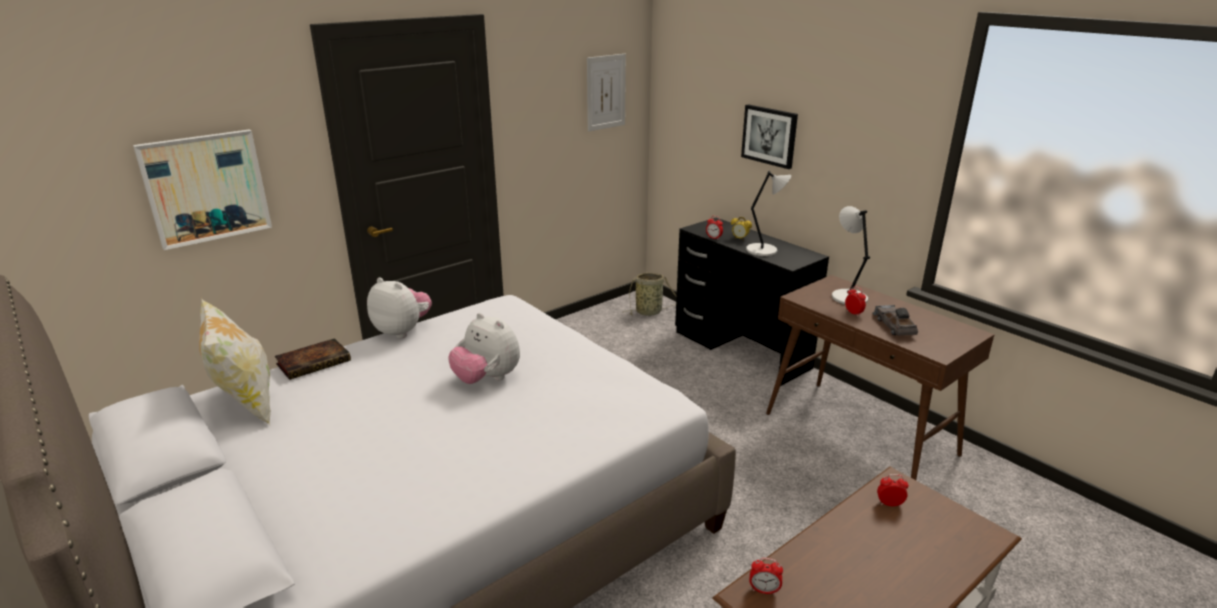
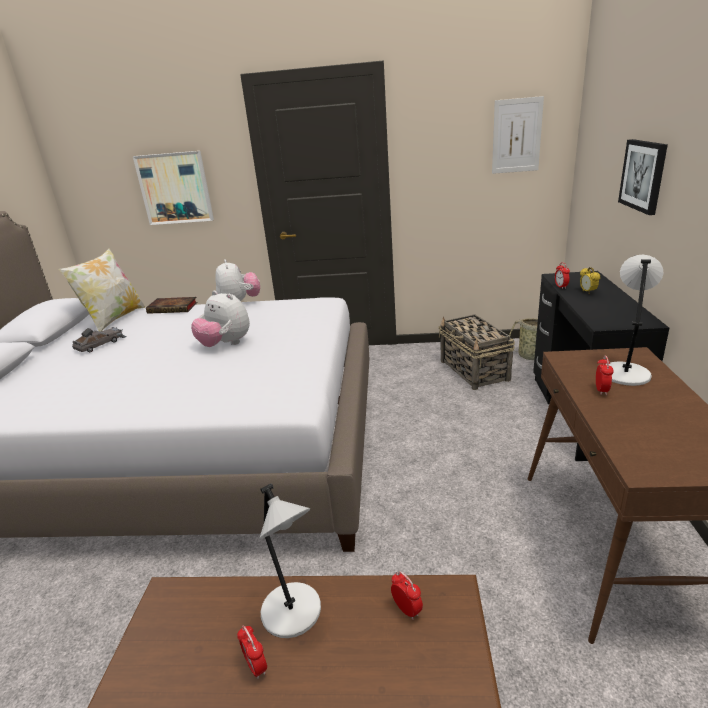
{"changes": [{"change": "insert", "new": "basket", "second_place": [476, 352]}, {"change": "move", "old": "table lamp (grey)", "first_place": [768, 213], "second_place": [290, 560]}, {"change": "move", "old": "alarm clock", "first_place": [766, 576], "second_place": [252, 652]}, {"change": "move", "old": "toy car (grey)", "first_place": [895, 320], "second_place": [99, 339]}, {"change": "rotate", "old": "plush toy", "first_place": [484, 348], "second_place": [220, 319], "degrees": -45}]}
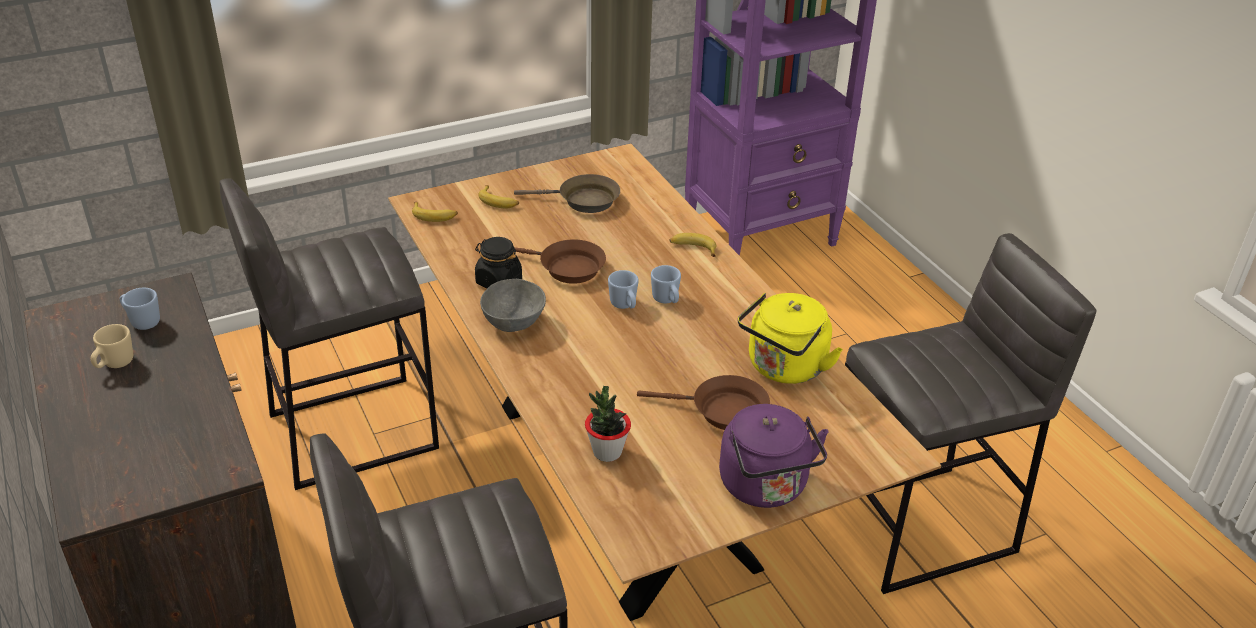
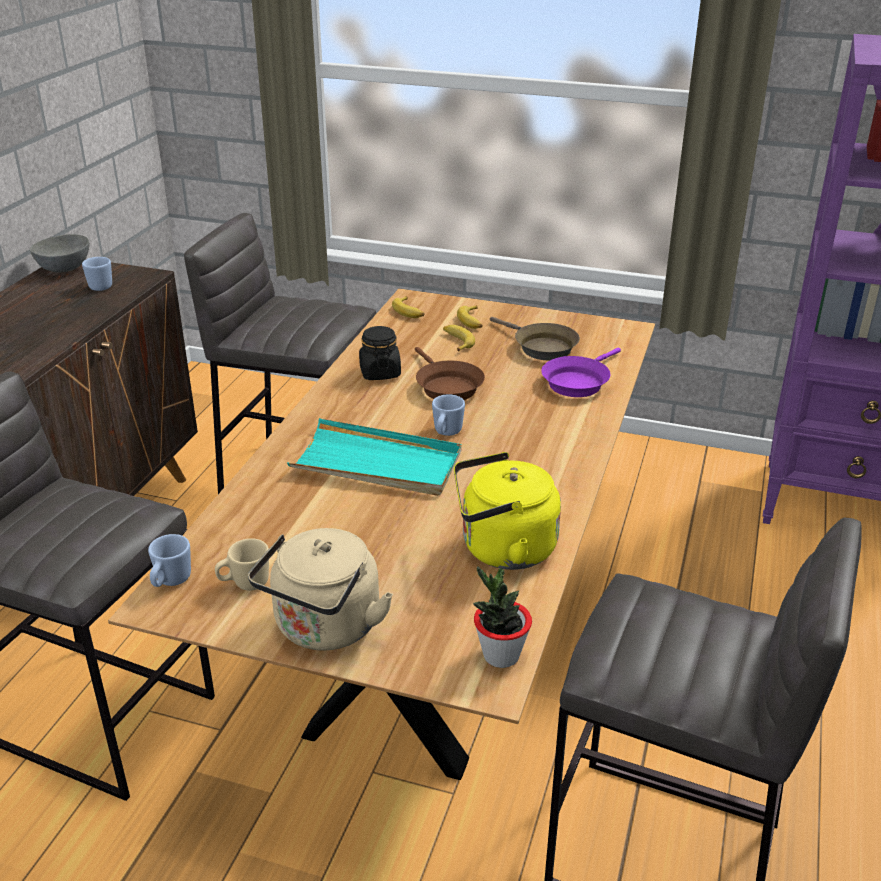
{"changes": [{"change": "delete", "old": "frying pan (brown)", "first_place": [703, 402]}, {"change": "insert", "new": "tray (turquoise)", "second_place": [374, 457]}, {"change": "insert", "new": "frying pan (purple)", "second_place": [581, 372]}, {"change": "move", "old": "mug (beige)", "first_place": [112, 346], "second_place": [242, 564]}, {"change": "move", "old": "bowl (grey)", "first_place": [513, 305], "second_place": [59, 253]}, {"change": "move", "old": "potted plant", "first_place": [608, 424], "second_place": [502, 617]}, {"change": "move", "old": "mug (blue)", "first_place": [666, 284], "second_place": [169, 560]}, {"change": "move", "old": "banana", "first_place": [692, 245], "second_place": [459, 338]}, {"change": "recolor", "old": "kettle (purple)", "new": "kettle (beige)", "first_place": [774, 456], "second_place": [320, 589]}]}
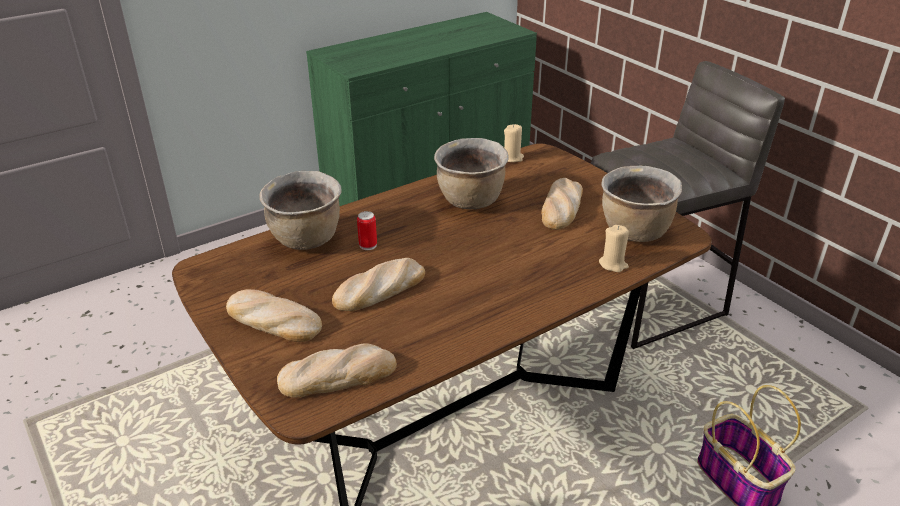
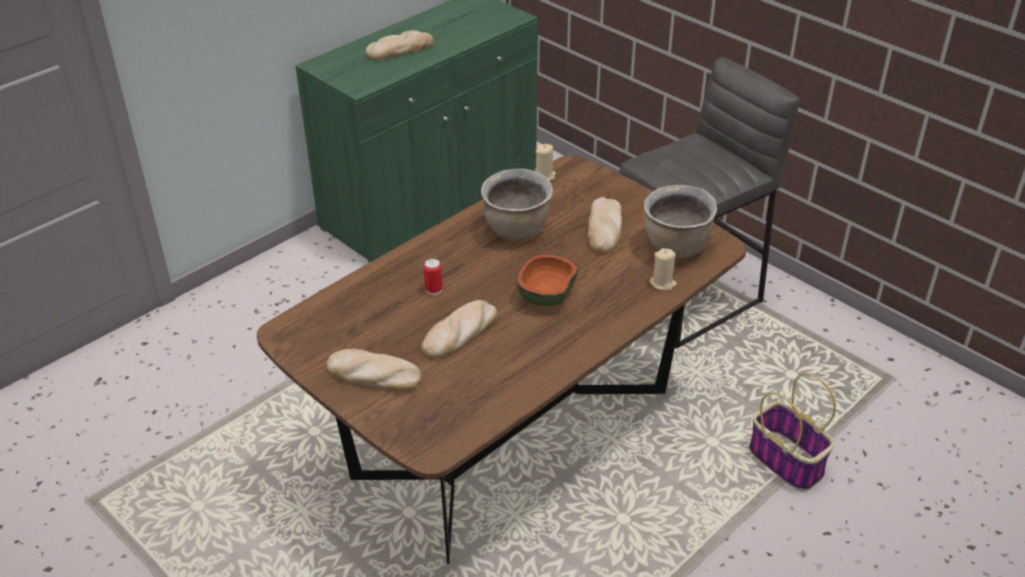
{"changes": [{"change": "delete", "old": "cooking pot (brown)", "first_place": [300, 210]}, {"change": "insert", "new": "bowl", "second_place": [547, 279]}, {"change": "move", "old": "bread", "first_place": [337, 370], "second_place": [400, 45]}]}
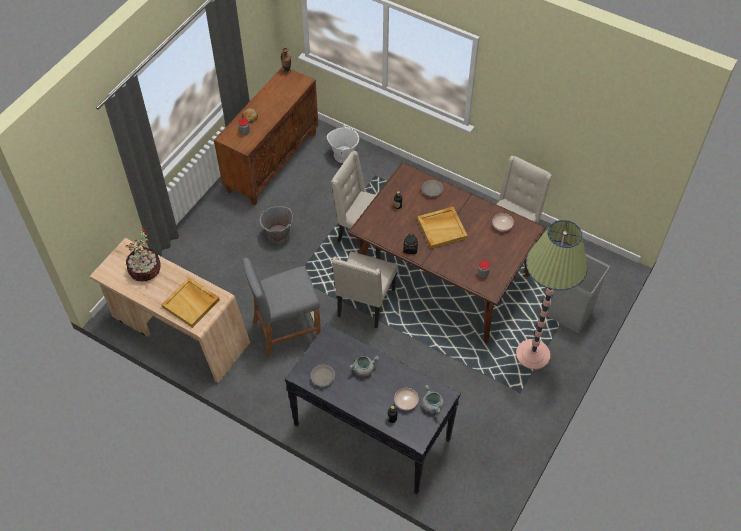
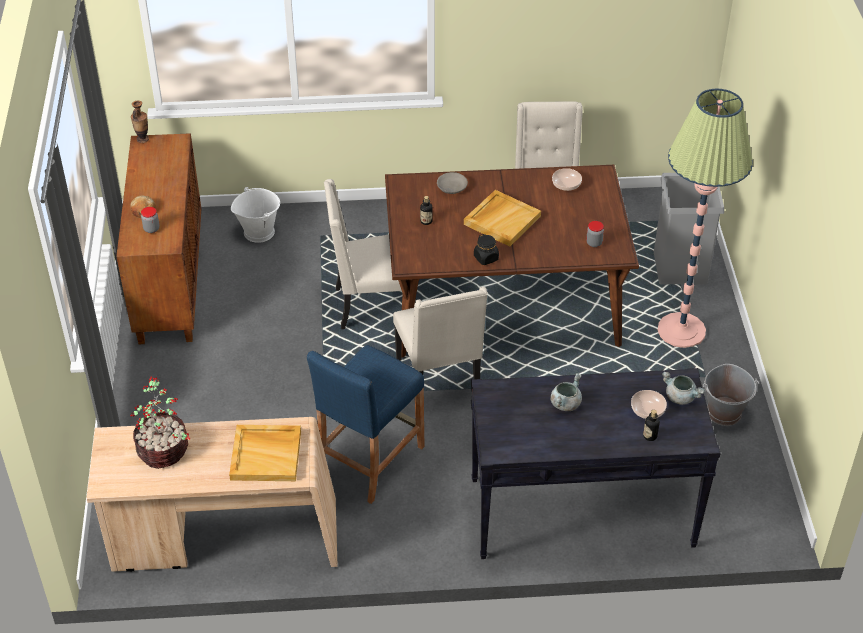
{"changes": [{"change": "delete", "old": "bowl (grey)", "first_place": [322, 375]}, {"change": "move", "old": "bucket (grey)", "first_place": [276, 225], "second_place": [731, 395]}, {"change": "recolor", "old": "stool (grey)", "new": "stool (blue)", "first_place": [281, 307], "second_place": [365, 424]}]}
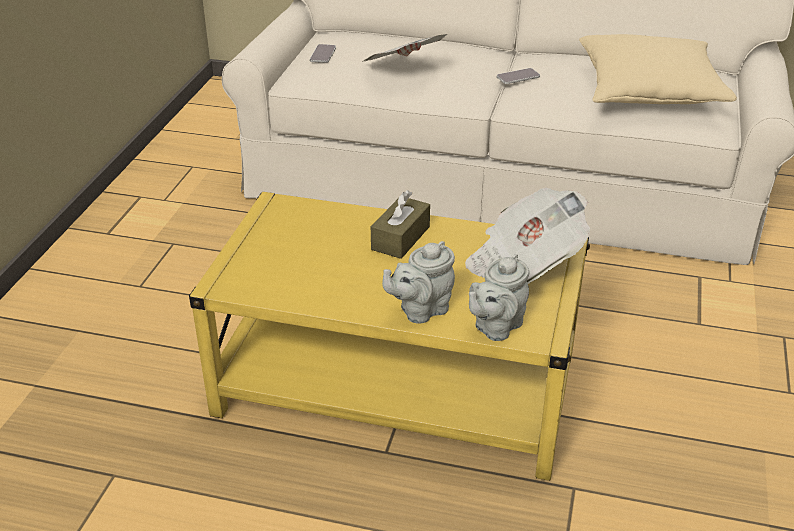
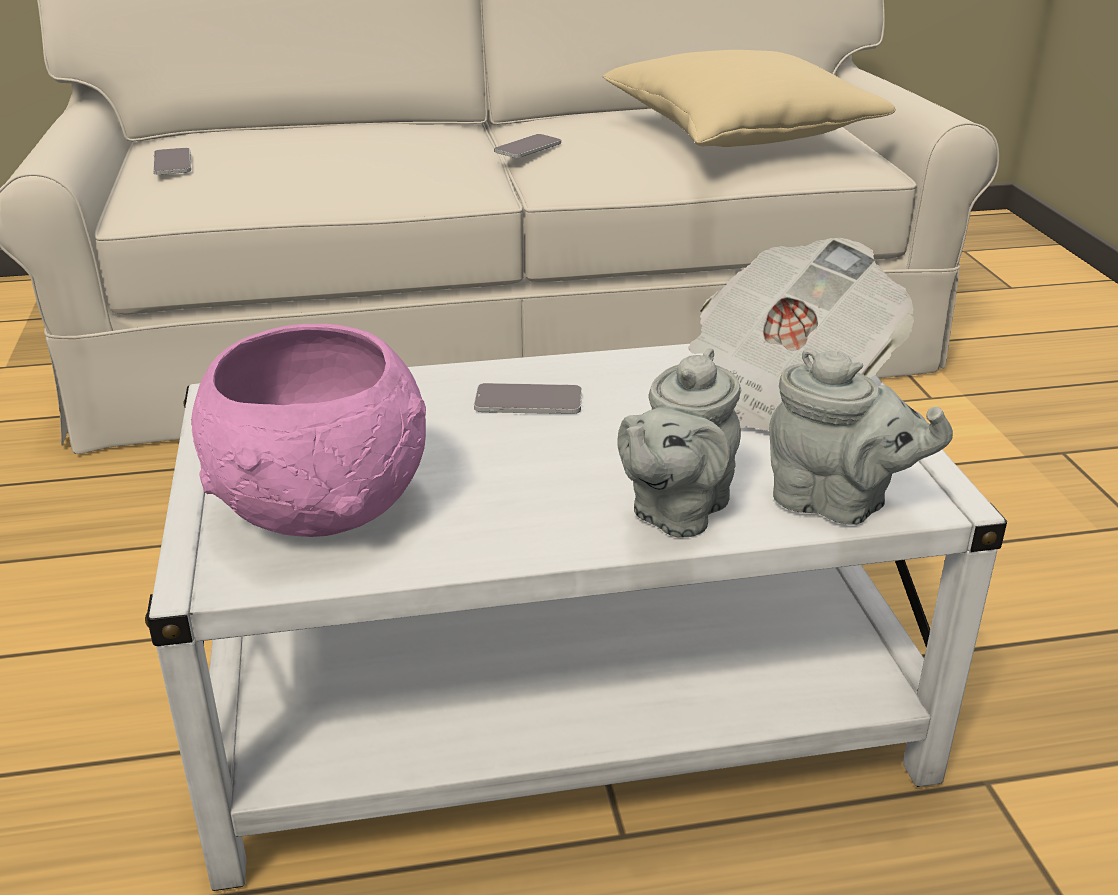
{"changes": [{"change": "delete", "old": "newspaper", "first_place": [404, 48]}, {"change": "insert", "new": "bowl (pink)", "second_place": [308, 430]}, {"change": "replace", "old": "tissue box (brown)", "new": "phone", "first_place": [400, 224], "second_place": [528, 398]}, {"change": "recolor", "old": "coffee table (yellow)", "new": "coffee table (white)", "first_place": [389, 336], "second_place": [576, 617]}, {"change": "rotate", "old": "teapot (grey)", "first_place": [499, 297], "second_place": [861, 436], "degrees": -75}]}
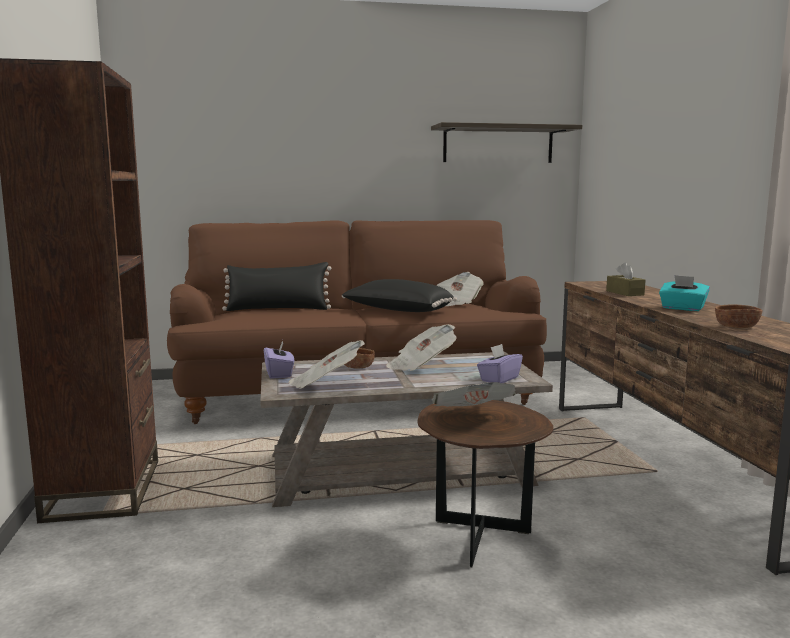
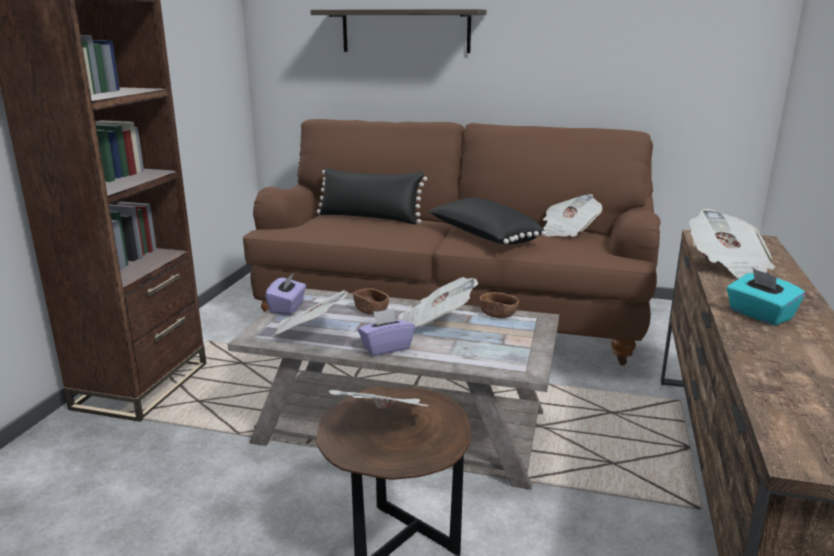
{"changes": [{"change": "move", "old": "shelf", "first_place": [506, 142], "second_place": [398, 31]}, {"change": "move", "old": "tissue box (purple)", "first_place": [500, 363], "second_place": [386, 332]}, {"change": "move", "old": "bowl (brown)", "first_place": [738, 316], "second_place": [499, 305]}, {"change": "replace", "old": "tissue box (brown)", "new": "newspaper", "first_place": [626, 279], "second_place": [732, 244]}]}
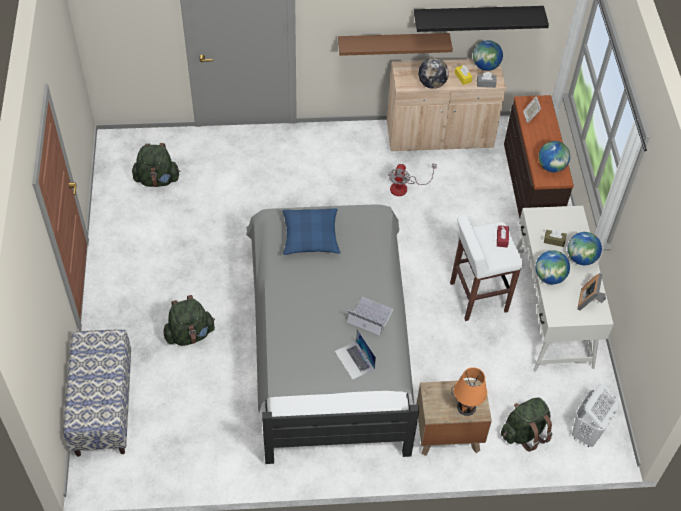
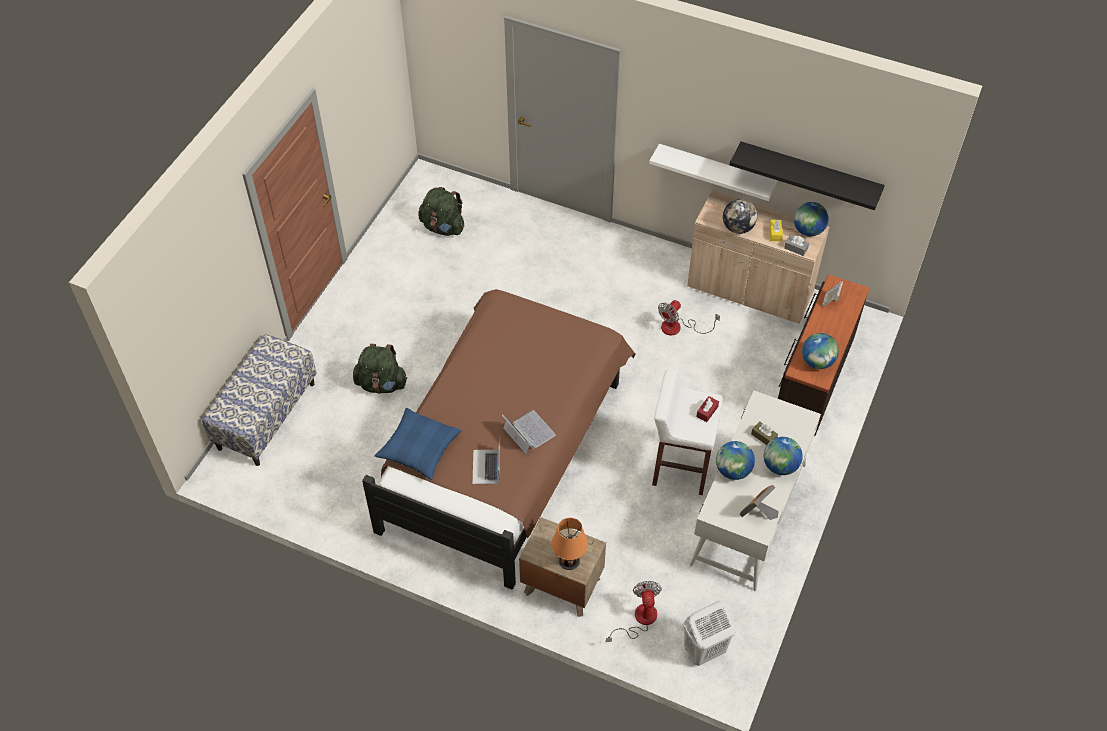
{"changes": [{"change": "move", "old": "pillow (blue)", "first_place": [311, 231], "second_place": [418, 444]}, {"change": "replace", "old": "backpack (green)", "new": "fan", "first_place": [526, 424], "second_place": [634, 611]}, {"change": "recolor", "old": "bed (grey)", "new": "bed (brown)", "first_place": [332, 334], "second_place": [498, 439]}, {"change": "recolor", "old": "shelf (brown)", "new": "shelf (white)", "first_place": [395, 44], "second_place": [713, 172]}]}
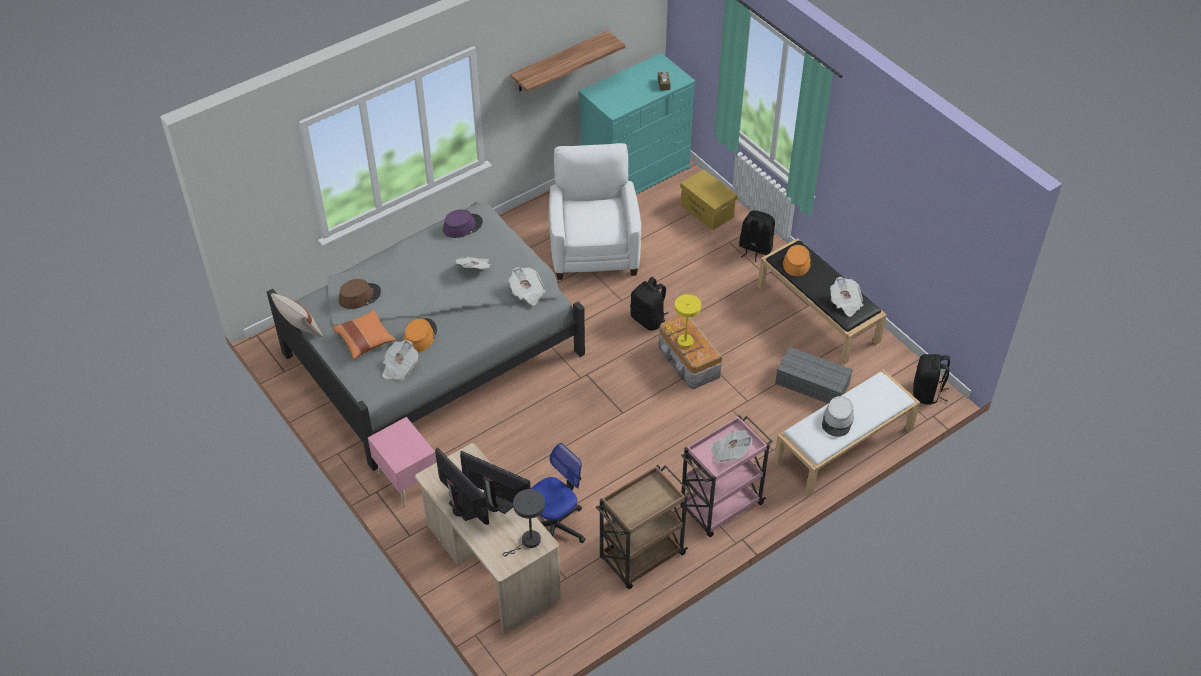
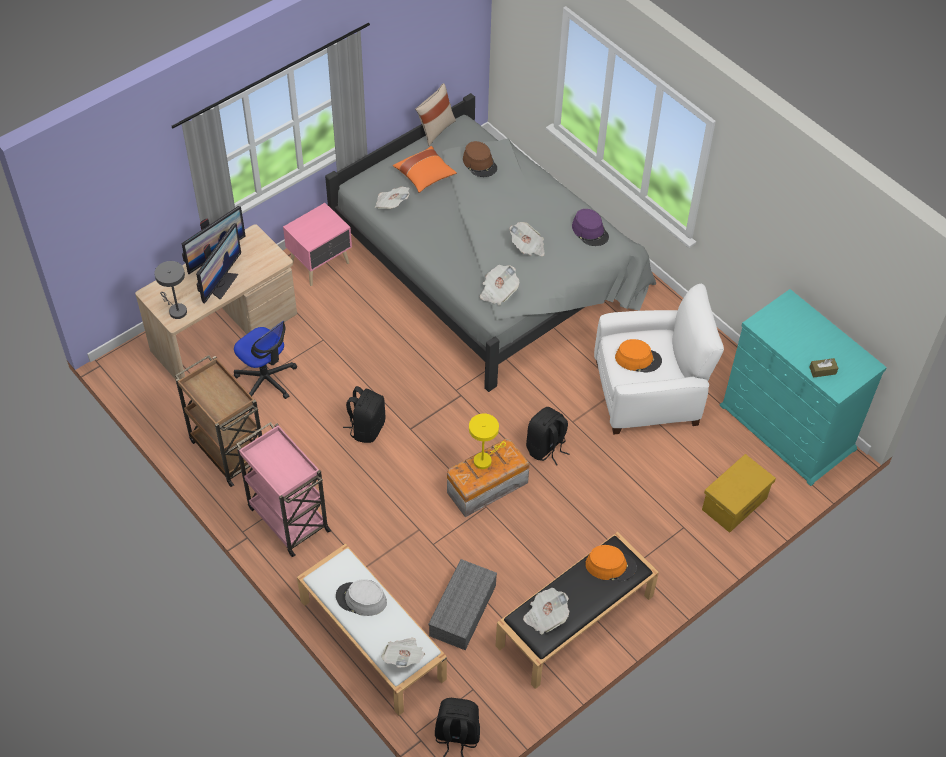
{"changes": [{"change": "delete", "old": "shelf", "first_place": [567, 61]}, {"change": "move", "old": "hat (orange)", "first_place": [420, 335], "second_place": [638, 356]}, {"change": "move", "old": "newspaper", "first_place": [731, 446], "second_place": [403, 652]}, {"change": "move", "old": "backpack (black)", "first_place": [757, 236], "second_place": [364, 414]}]}
